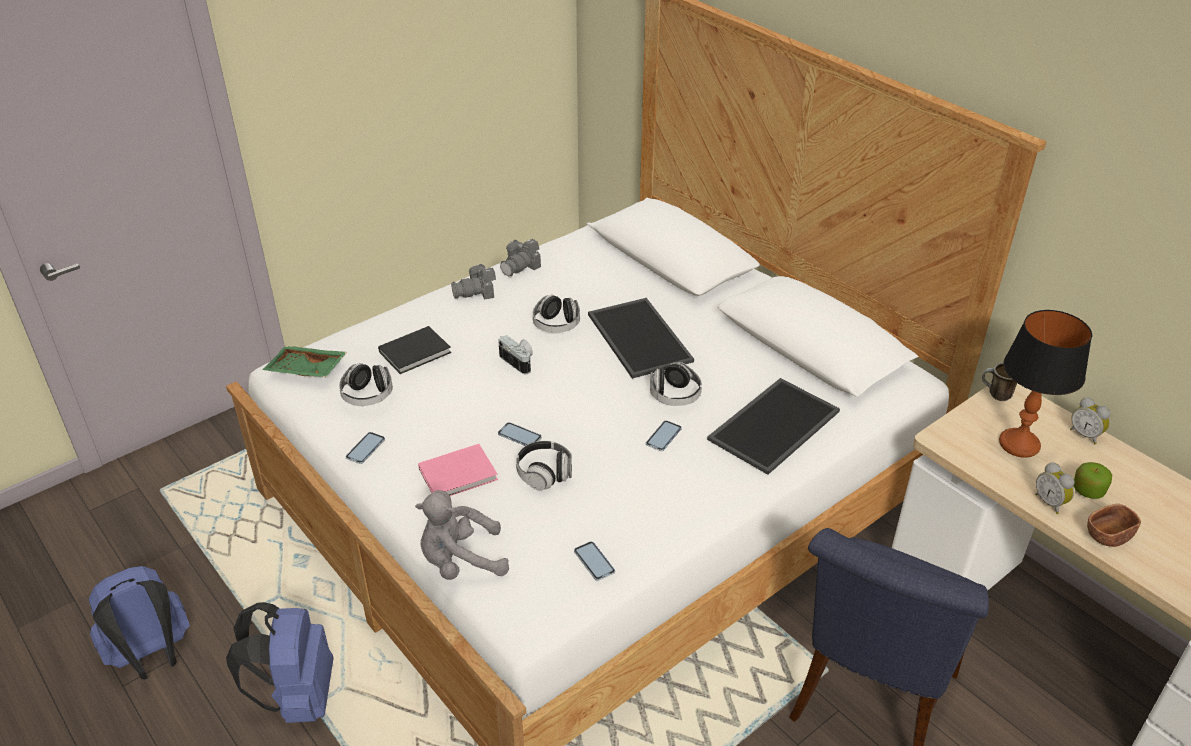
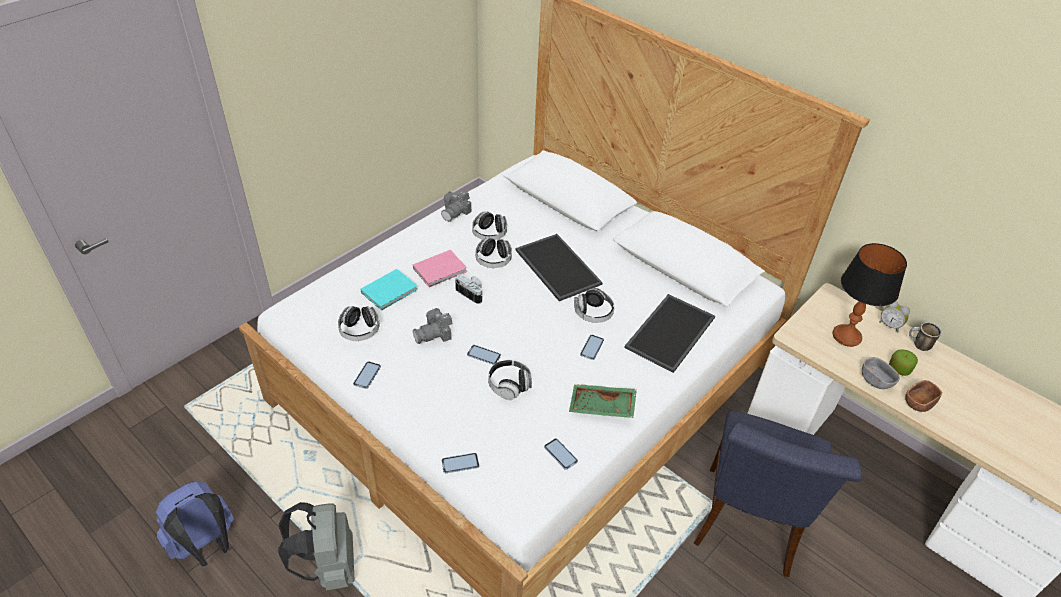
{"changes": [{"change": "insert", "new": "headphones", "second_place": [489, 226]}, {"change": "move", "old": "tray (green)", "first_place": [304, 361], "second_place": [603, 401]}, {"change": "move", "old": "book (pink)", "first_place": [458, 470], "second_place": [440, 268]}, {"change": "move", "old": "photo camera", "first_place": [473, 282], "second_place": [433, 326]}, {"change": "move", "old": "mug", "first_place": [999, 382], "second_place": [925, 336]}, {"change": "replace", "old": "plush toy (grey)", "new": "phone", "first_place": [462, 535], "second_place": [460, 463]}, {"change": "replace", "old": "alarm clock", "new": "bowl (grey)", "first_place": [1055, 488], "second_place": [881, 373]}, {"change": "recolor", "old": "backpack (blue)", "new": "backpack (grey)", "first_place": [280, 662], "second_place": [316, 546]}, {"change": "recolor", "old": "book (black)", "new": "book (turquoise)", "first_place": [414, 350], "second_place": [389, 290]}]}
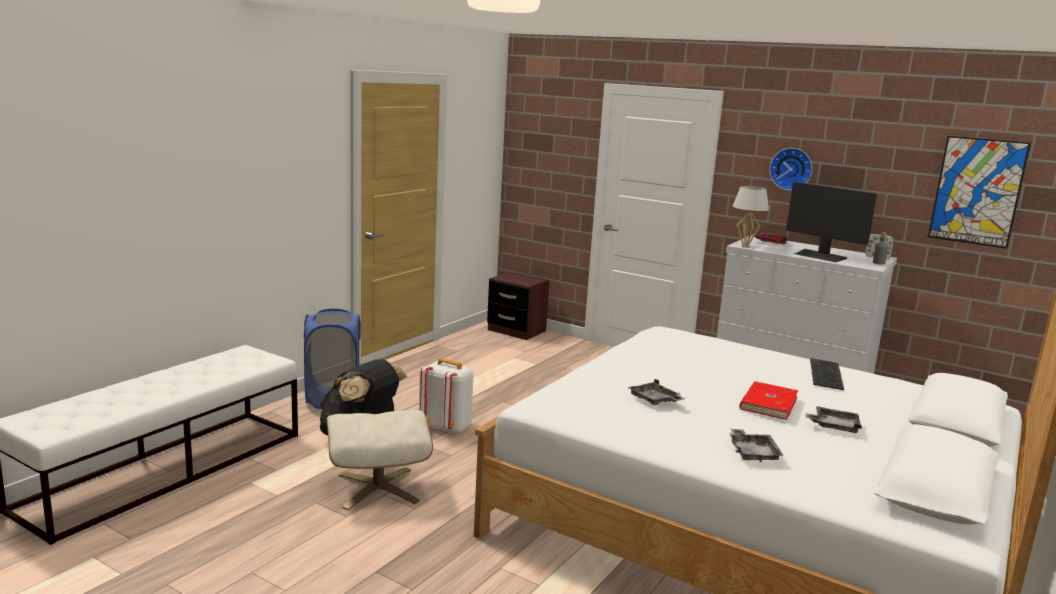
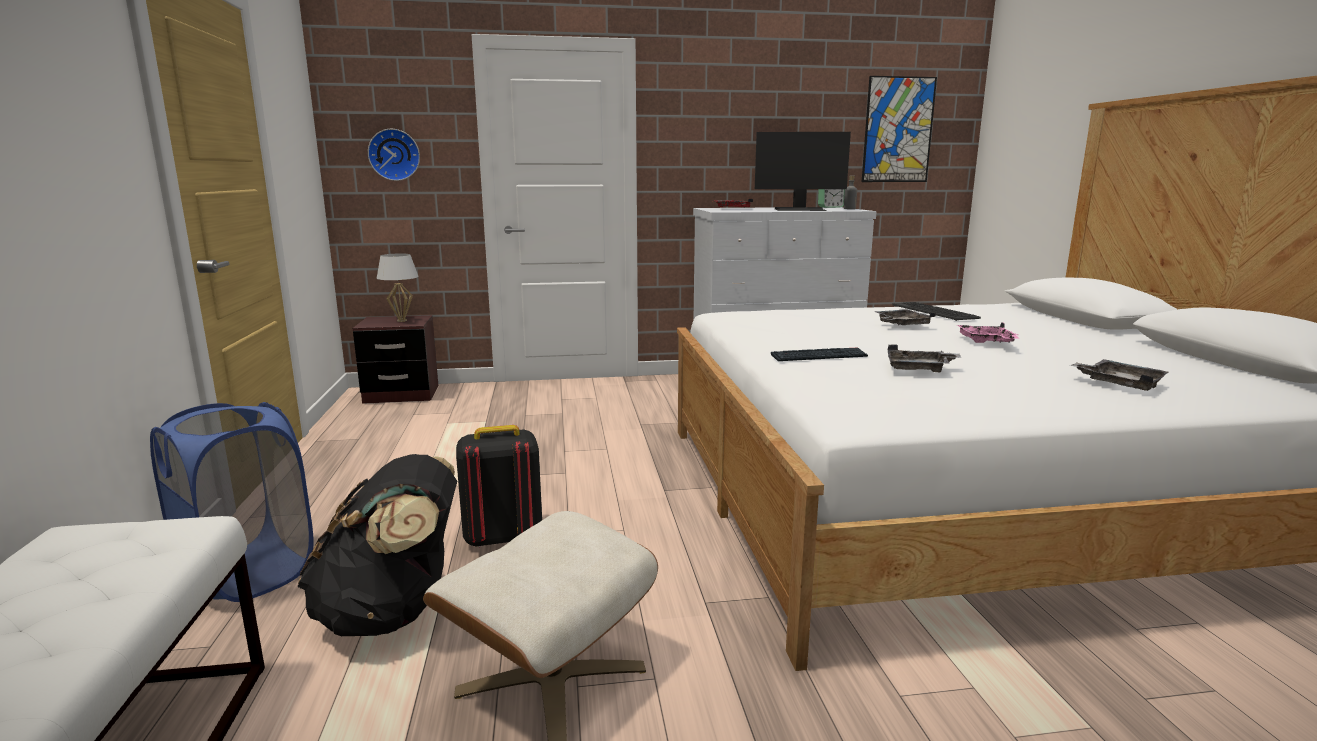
{"changes": [{"change": "insert", "new": "keyboard", "second_place": [819, 354]}, {"change": "move", "old": "table lamp (white)", "first_place": [751, 217], "second_place": [398, 287]}, {"change": "move", "old": "wall clock", "first_place": [791, 169], "second_place": [394, 155]}, {"change": "move", "old": "tray (grey)", "first_place": [834, 419], "second_place": [905, 317]}, {"change": "replace", "old": "book (red)", "new": "tray (pink)", "first_place": [768, 400], "second_place": [988, 332]}, {"change": "recolor", "old": "backpack (white)", "new": "backpack (black)", "first_place": [446, 396], "second_place": [499, 486]}]}
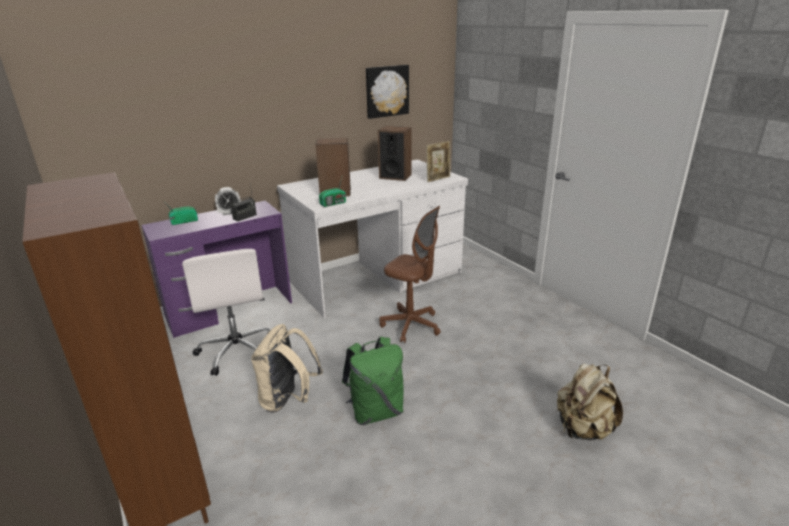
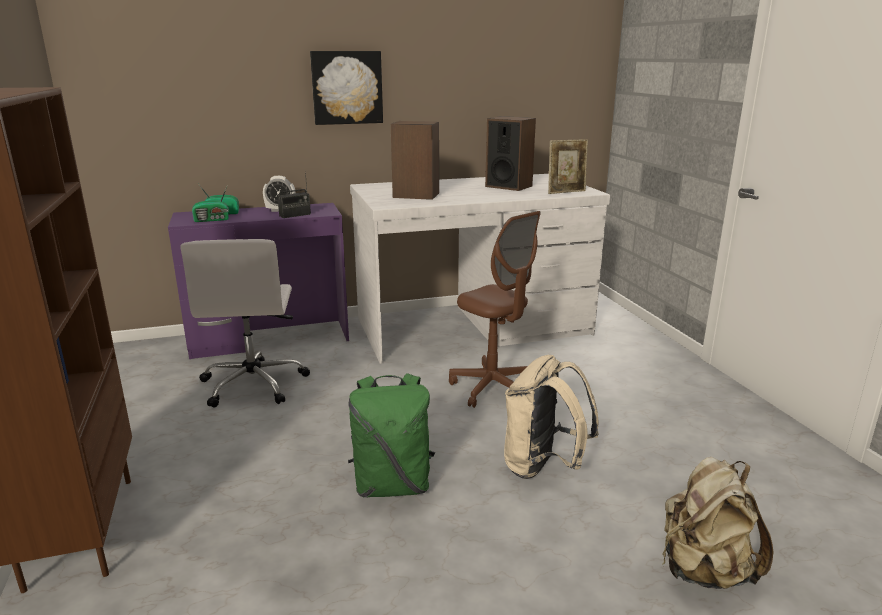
{"changes": [{"change": "move", "old": "backpack (beige)", "first_place": [287, 368], "second_place": [551, 417]}, {"change": "move", "old": "radio", "first_place": [332, 192], "second_place": [210, 203]}, {"change": "move", "old": "picture", "first_place": [387, 92], "second_place": [346, 88]}]}
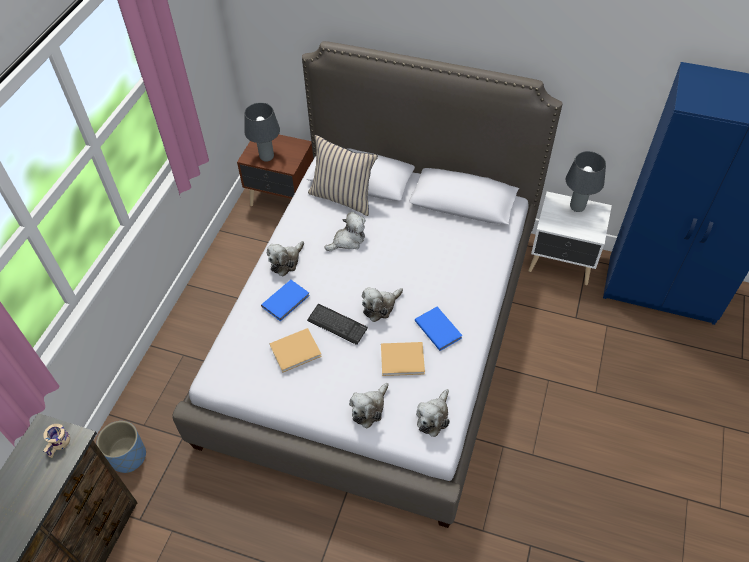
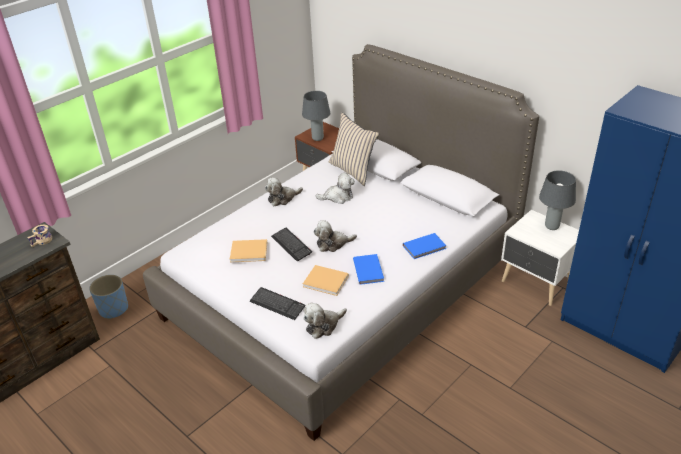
{"changes": [{"change": "move", "old": "book (blue)", "first_place": [285, 300], "second_place": [424, 246]}, {"change": "replace", "old": "plush toy", "new": "keyboard", "first_place": [368, 405], "second_place": [278, 303]}]}
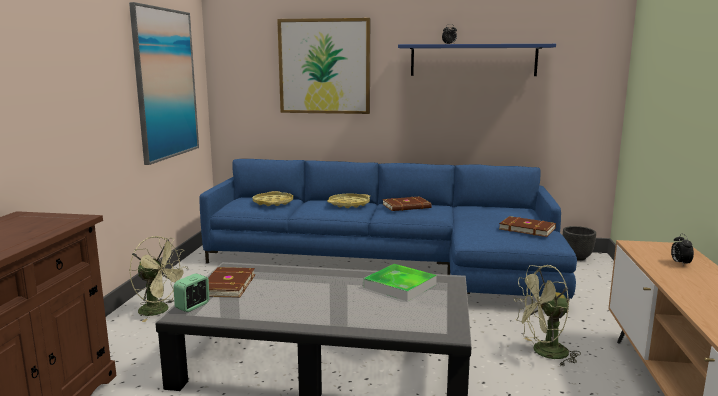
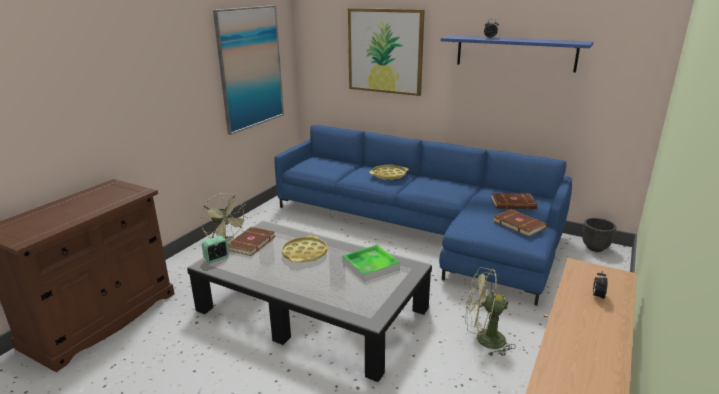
{"changes": [{"change": "move", "old": "tray (yellow)", "first_place": [273, 198], "second_place": [304, 249]}, {"change": "move", "old": "book (brown)", "first_place": [407, 204], "second_place": [514, 201]}]}
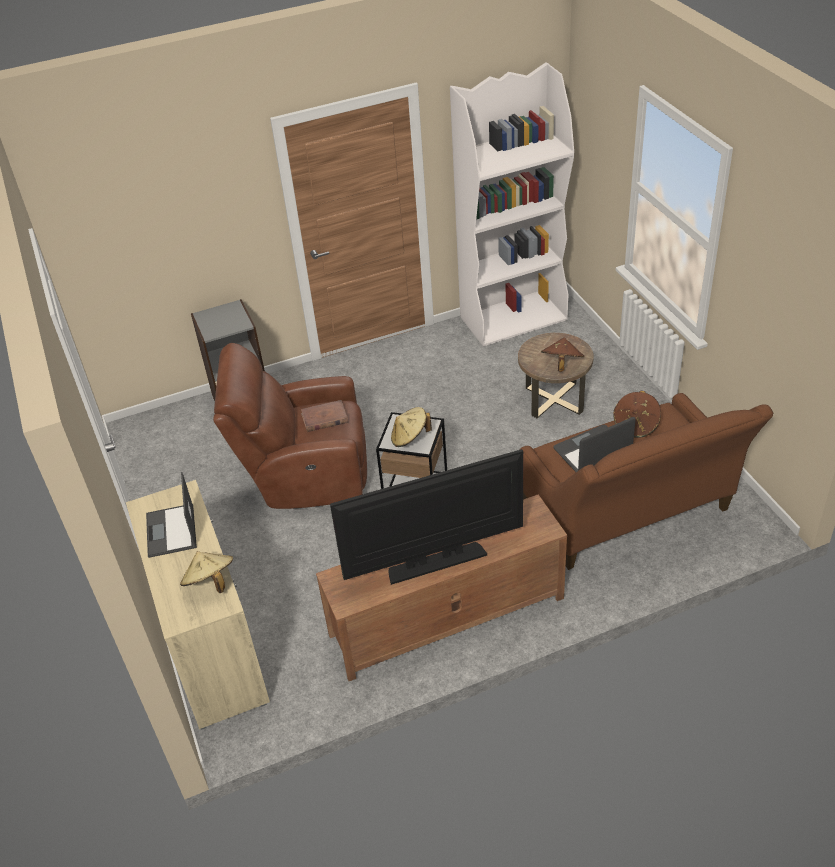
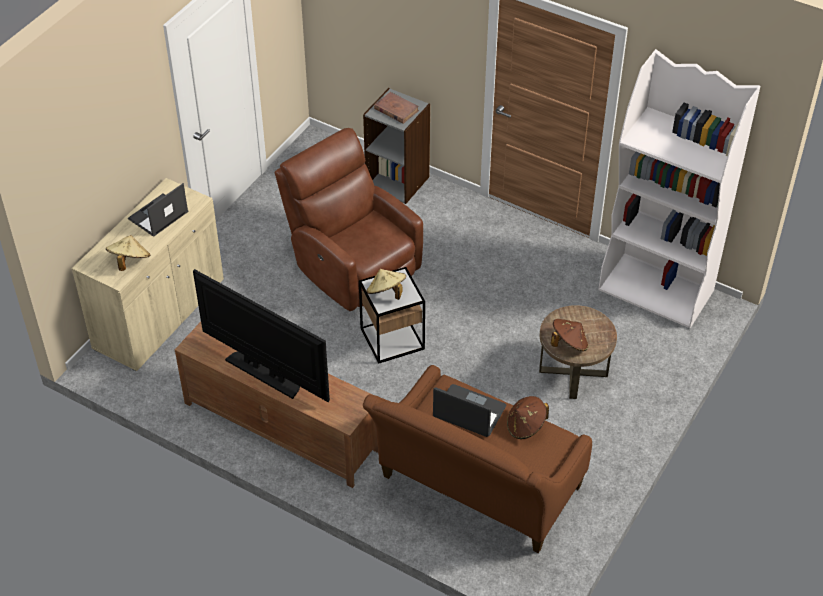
{"changes": [{"change": "move", "old": "book (brown)", "first_place": [324, 416], "second_place": [396, 108]}]}
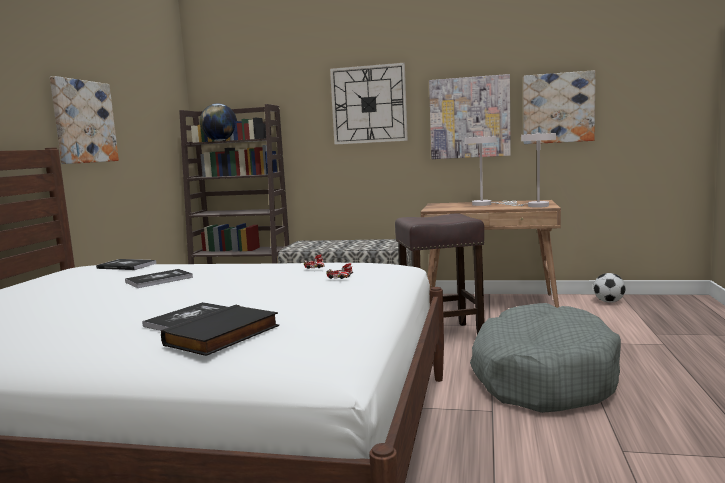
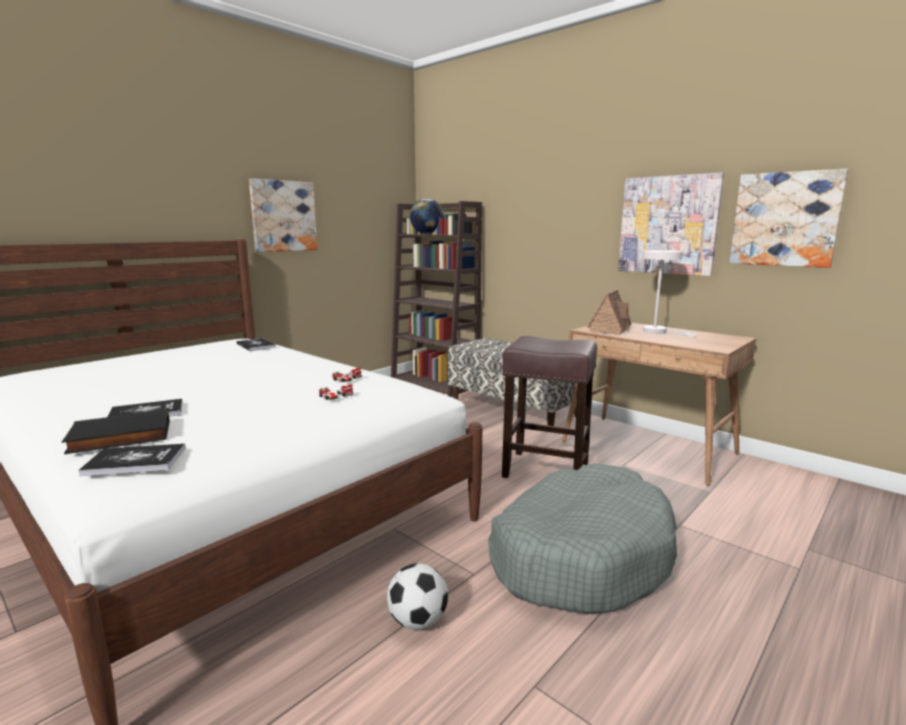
{"changes": [{"change": "delete", "old": "wall clock", "first_place": [369, 104]}, {"change": "delete", "old": "table lamp (white)", "first_place": [530, 170]}, {"change": "insert", "new": "toy house", "second_place": [609, 312]}, {"change": "move", "old": "book", "first_place": [159, 278], "second_place": [131, 460]}, {"change": "move", "old": "football", "first_place": [609, 288], "second_place": [417, 596]}]}
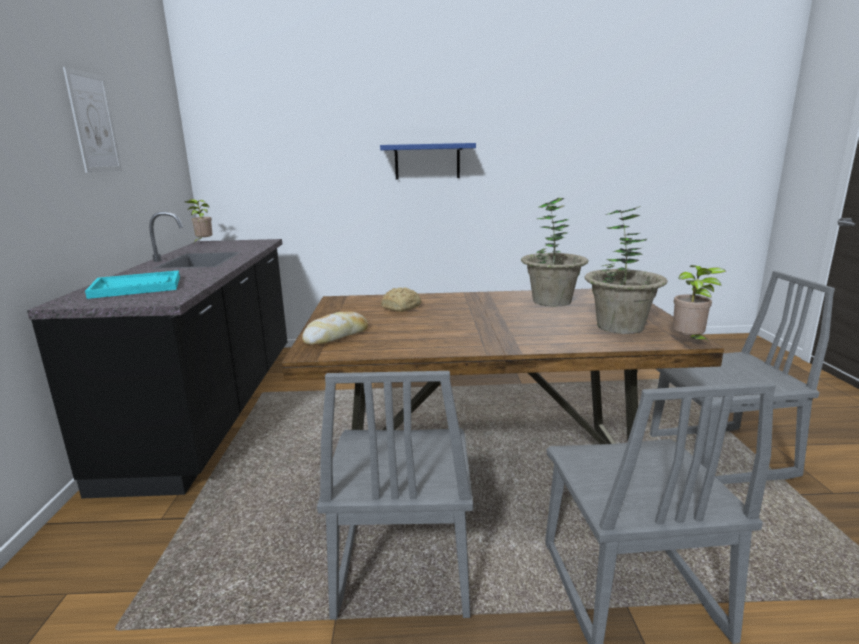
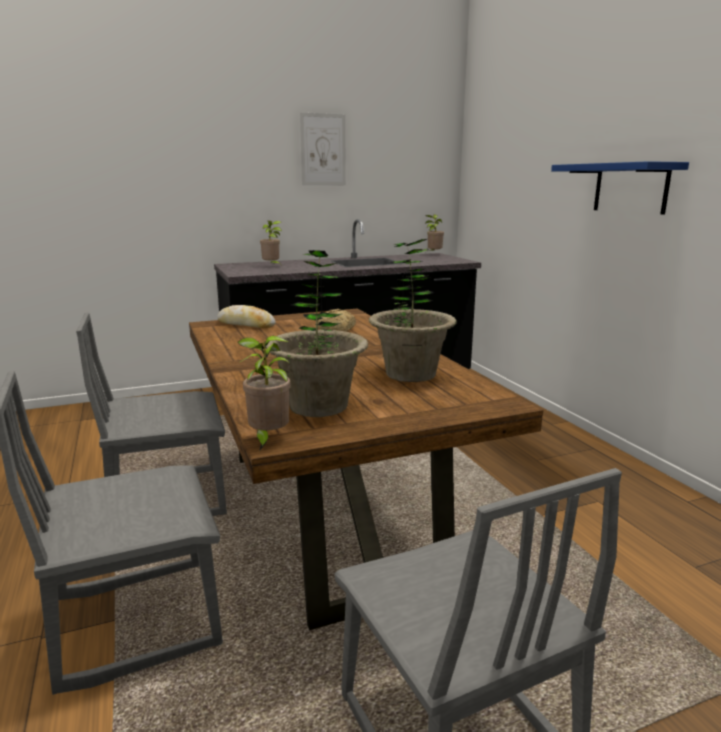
{"changes": [{"change": "replace", "old": "tray (turquoise)", "new": "potted plant", "first_place": [132, 284], "second_place": [271, 242]}]}
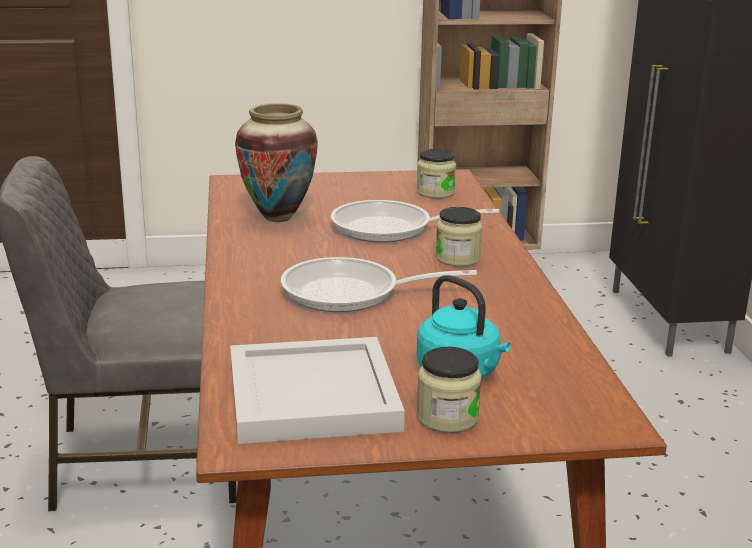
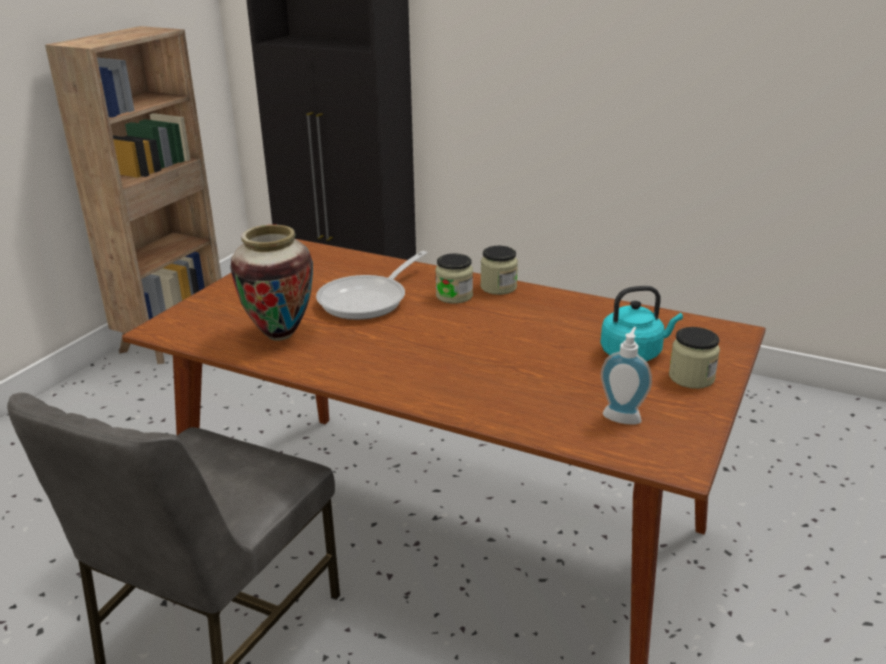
{"changes": [{"change": "delete", "old": "frying pan", "first_place": [379, 284]}, {"change": "move", "old": "jar", "first_place": [436, 174], "second_place": [499, 270]}, {"change": "replace", "old": "tray (white)", "new": "soap dispenser", "first_place": [317, 390], "second_place": [626, 376]}]}
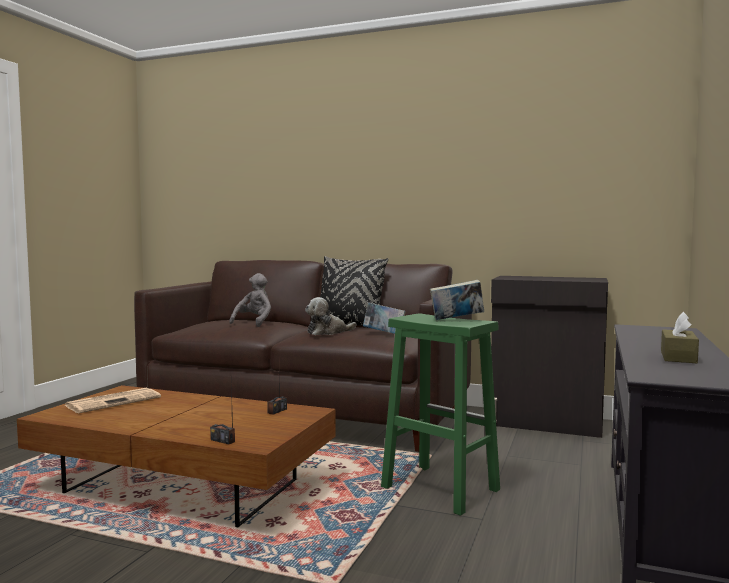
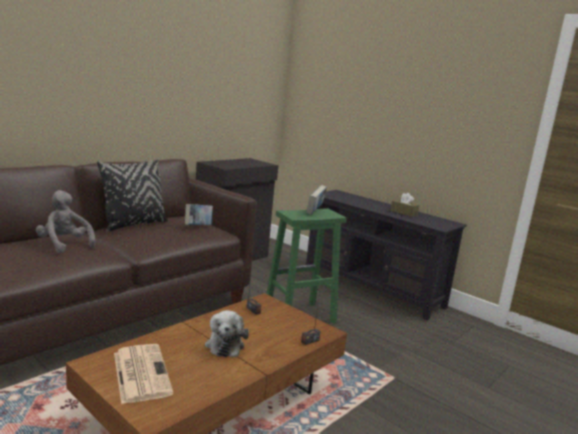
{"changes": [{"change": "move", "old": "plush toy", "first_place": [330, 316], "second_place": [227, 333]}]}
